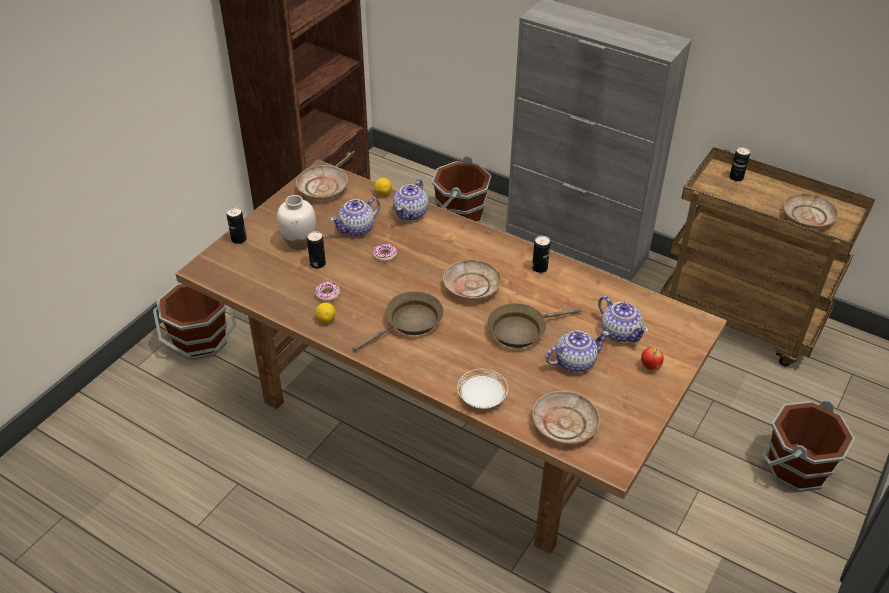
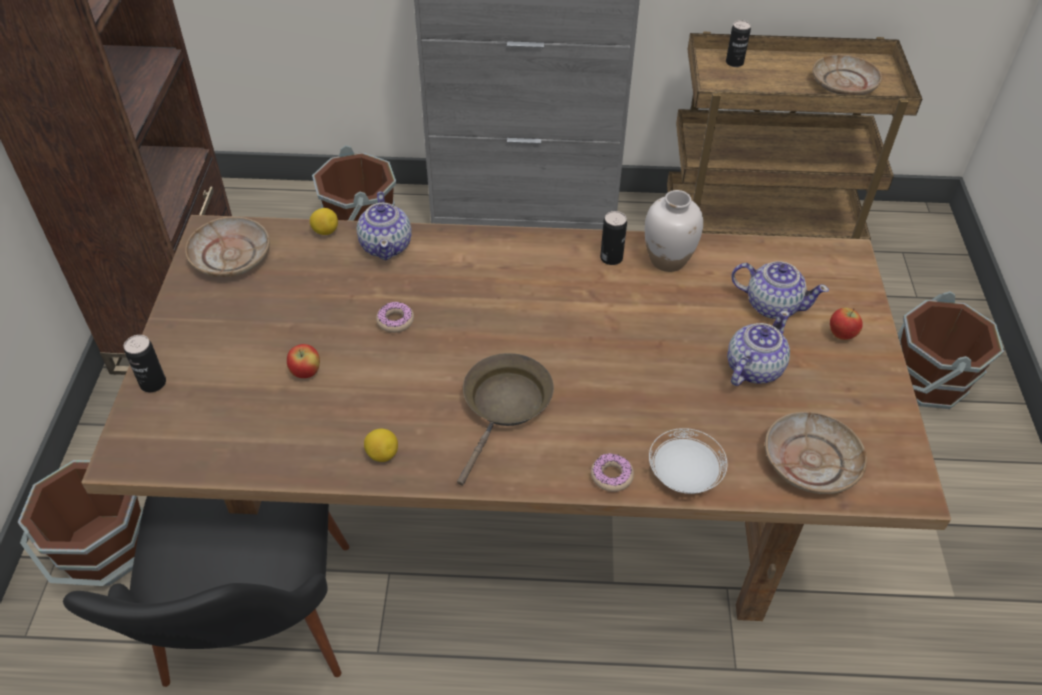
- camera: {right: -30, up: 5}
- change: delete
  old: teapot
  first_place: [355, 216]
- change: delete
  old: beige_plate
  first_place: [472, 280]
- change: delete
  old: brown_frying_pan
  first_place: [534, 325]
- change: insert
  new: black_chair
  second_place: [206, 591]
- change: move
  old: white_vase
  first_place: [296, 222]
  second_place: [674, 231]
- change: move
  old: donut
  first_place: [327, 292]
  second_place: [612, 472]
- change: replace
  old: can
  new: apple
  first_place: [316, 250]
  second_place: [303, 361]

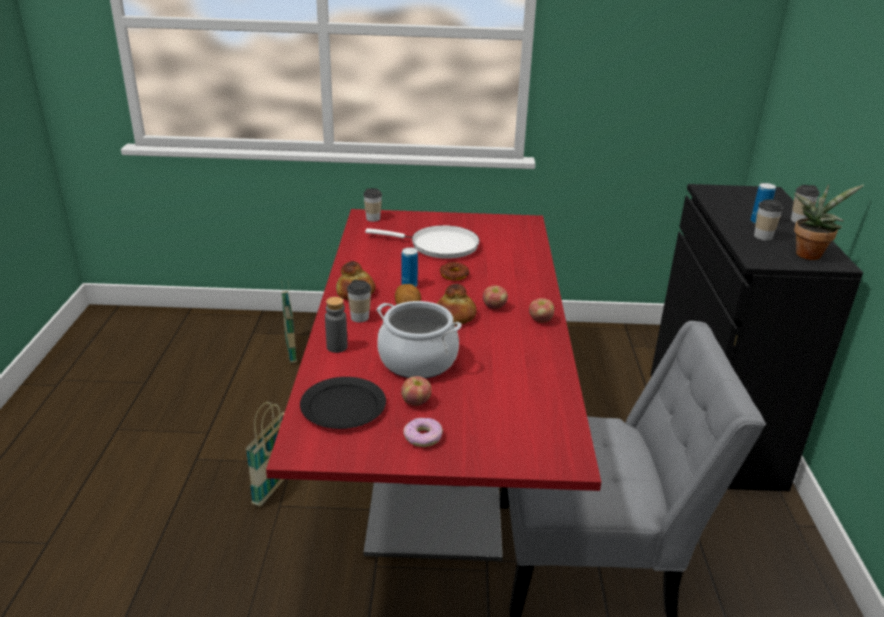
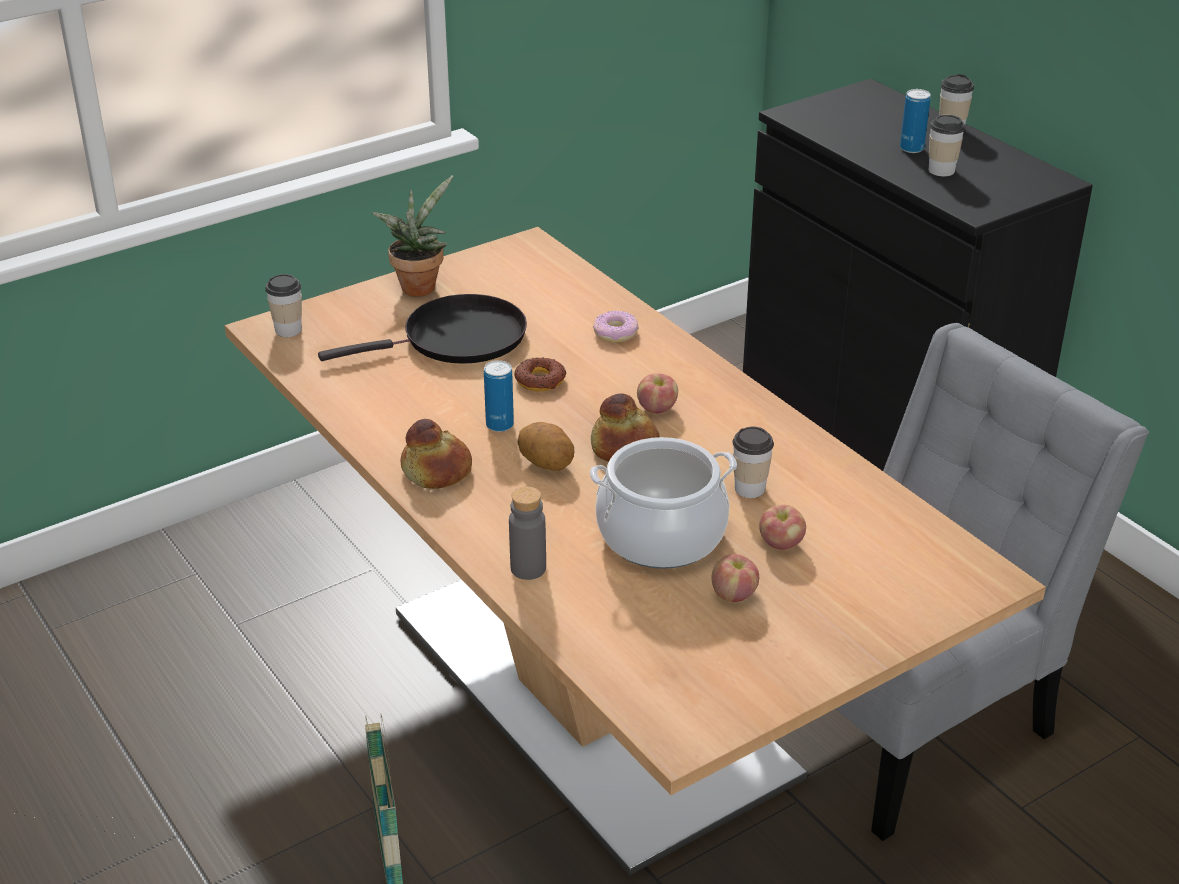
- camera: {right: -35, up: 5}
- change: delete
  old: basket
  first_place: [289, 322]
- change: delete
  old: black_plate
  first_place: [343, 403]
- change: move
  old: cup
  first_place: [359, 301]
  second_place: [753, 462]
- change: move
  old: donut
  first_place: [423, 432]
  second_place: [616, 327]
- change: move
  old: apple
  first_place: [541, 310]
  second_place: [782, 527]
- change: move
  old: potted_plant
  first_place: [829, 222]
  second_place: [413, 236]
- change: recolor
  old: red_dining_table
  new: beige_dining_table
  first_place: [433, 385]
  second_place: [635, 551]
- change: recolor
  old: white_frying_pan
  new: black_frying_pan
  first_place: [422, 242]
  second_place: [422, 329]

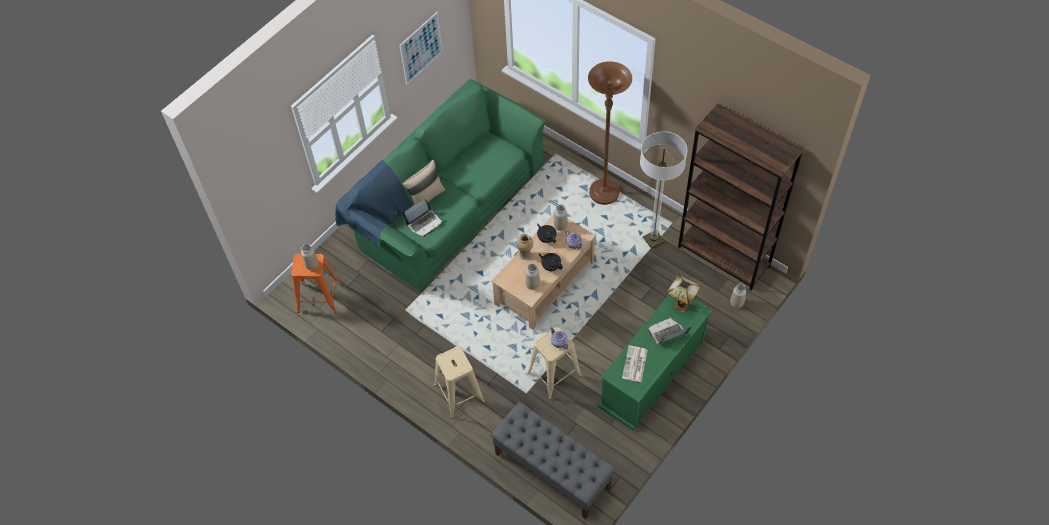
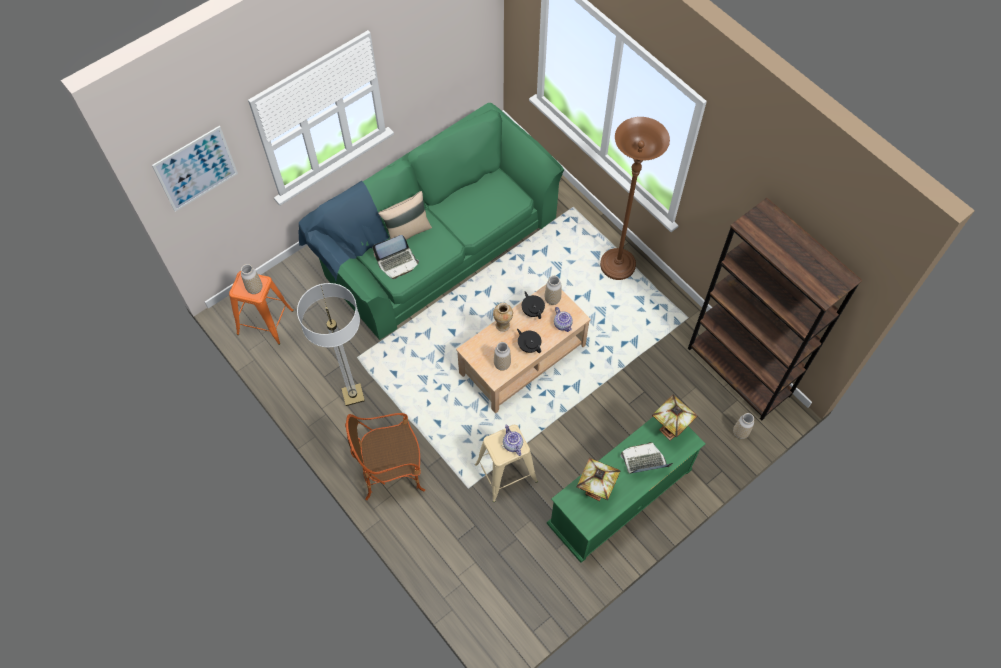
- camera: {right: 10, up: 5}
- change: delete
  old: grey_bench
  first_place: [553, 461]
- change: move
  old: picture
  first_place: [421, 48]
  second_place: [195, 169]
- change: move
  old: floor_lamp
  first_place: [663, 190]
  second_place: [331, 344]
- change: replace
  old: beige_stool
  new: armchair
  first_place: [459, 382]
  second_place: [385, 456]
- change: replace
  old: newspaper
  new: table_lamp
  first_place: [635, 364]
  second_place: [598, 479]

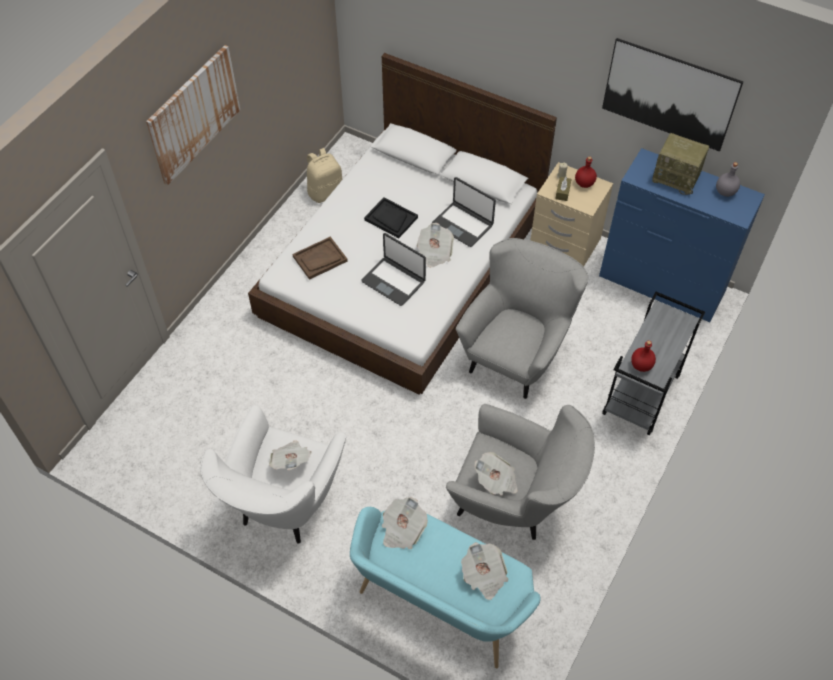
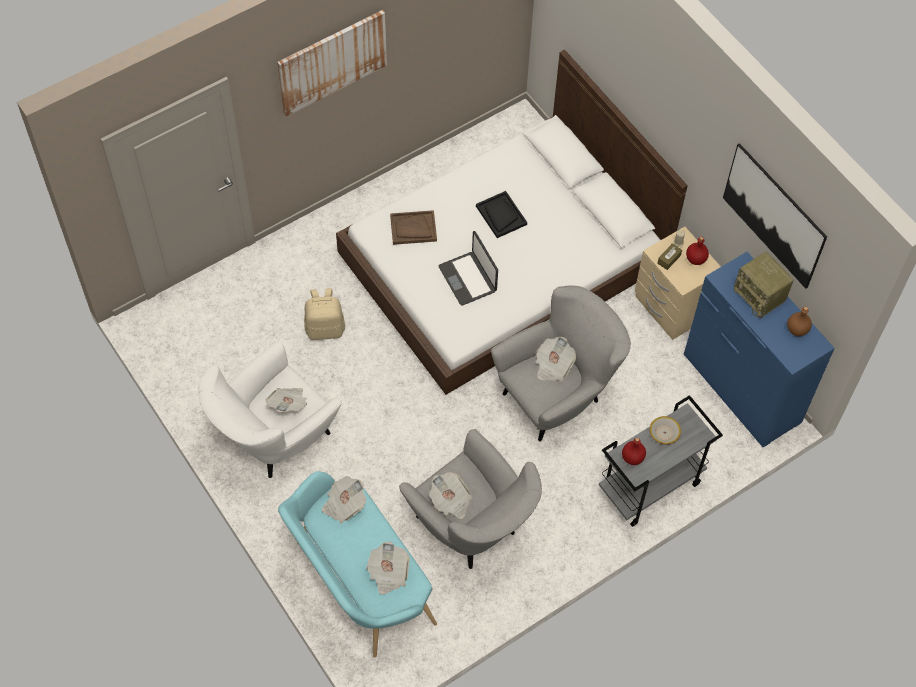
- camera: {right: 25, up: 5}
- change: delete
  old: laptop
  first_place: [464, 212]
- change: insert
  new: bowl
  second_place: [665, 430]
- change: move
  old: beige_backpack
  first_place: [324, 175]
  second_place: [324, 314]
- change: move
  old: newspaper
  first_place: [435, 245]
  second_place: [556, 359]
- change: recolor
  old: grey_bottle
  new: brown_bottle
  first_place: [728, 179]
  second_place: [799, 321]

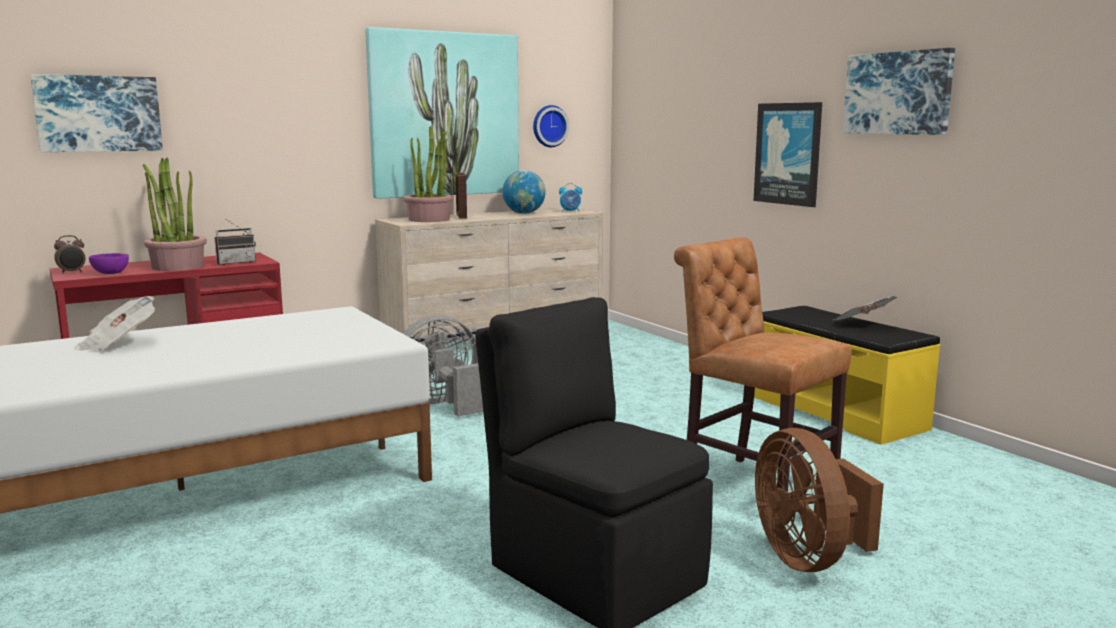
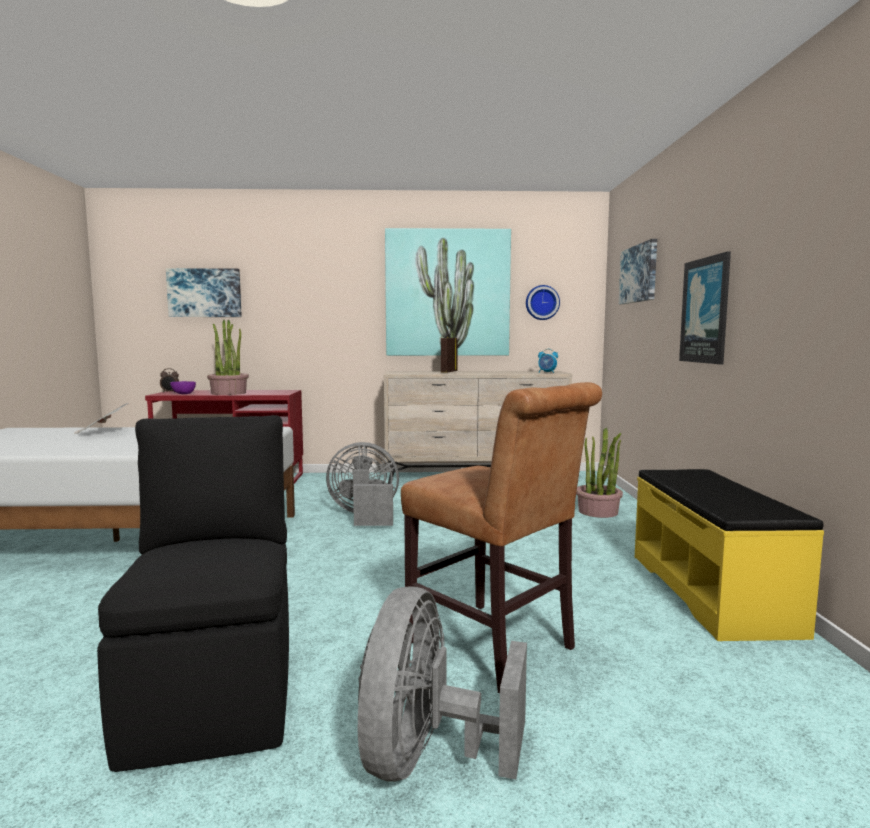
- camera: {right: 30, up: -5}
- change: delete
  old: radio
  first_place: [235, 242]
- change: delete
  old: globe
  first_place: [524, 192]
- change: delete
  old: newspaper
  first_place: [865, 308]
- change: move
  old: potted_plant
  first_place: [428, 174]
  second_place: [599, 473]
- change: move
  old: picture
  first_place: [899, 91]
  second_place: [638, 271]
- change: recolor
  old: brown_fan
  new: grey_fan
  first_place: [819, 500]
  second_place: [442, 684]
- change: rotate
  old: brown_chair
  first_place: [763, 364]
  second_place: [501, 538]
  degrees: 150

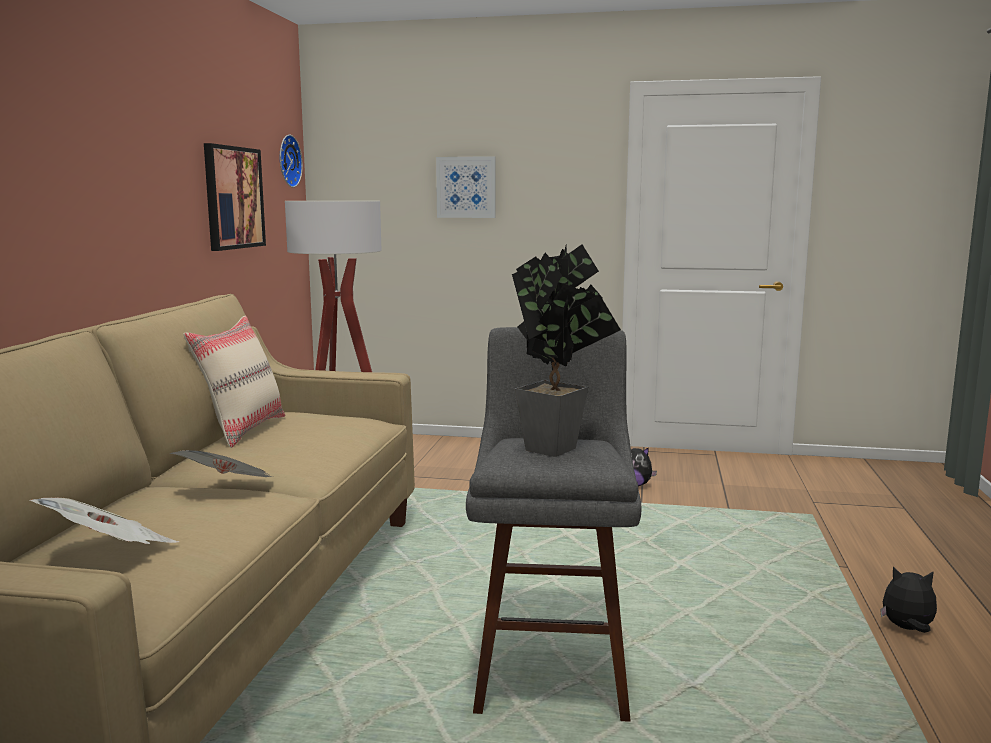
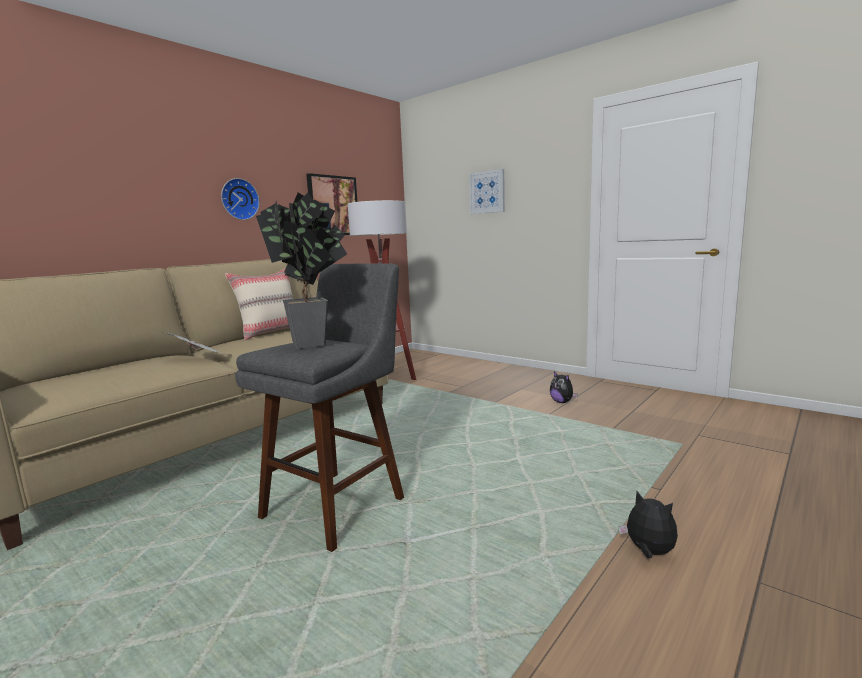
- camera: {right: 30, up: 0}
- change: delete
  old: newspaper
  first_place: [104, 521]
- change: move
  old: wall_clock
  first_place: [291, 161]
  second_place: [240, 199]

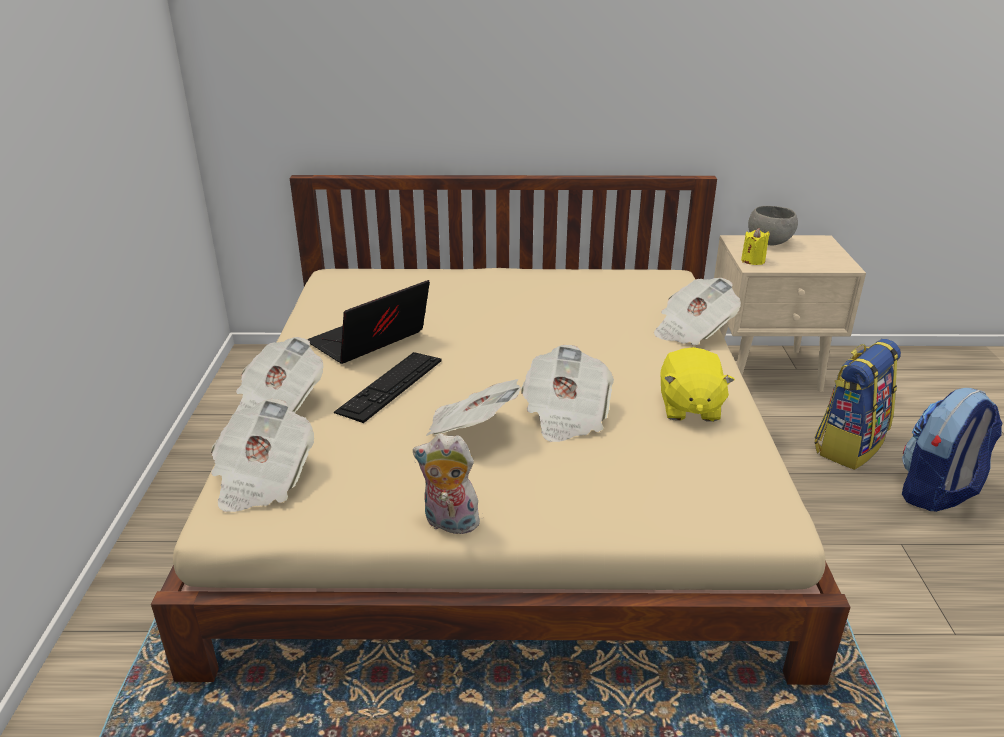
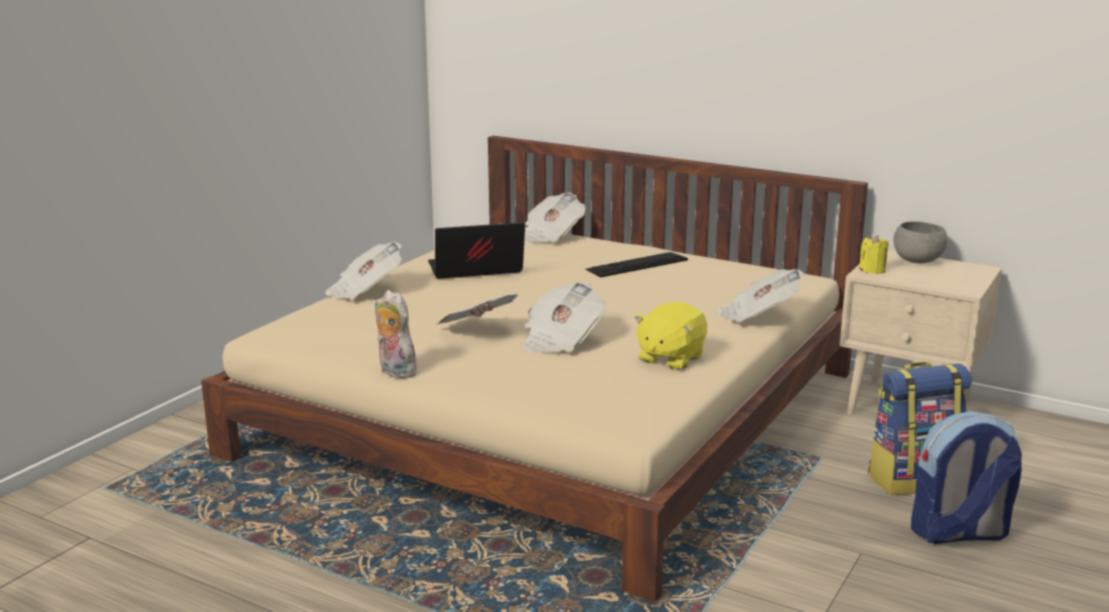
- camera: {right: 30, up: -10}
- change: move
  old: newspaper
  first_place: [262, 455]
  second_place: [555, 218]
- change: move
  old: keyboard
  first_place: [388, 387]
  second_place: [636, 264]

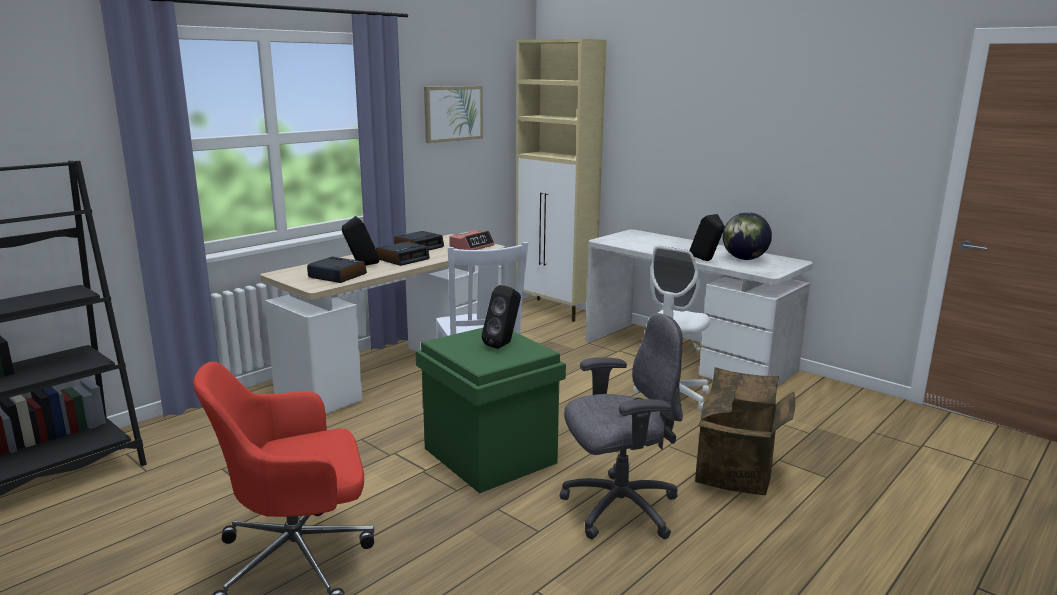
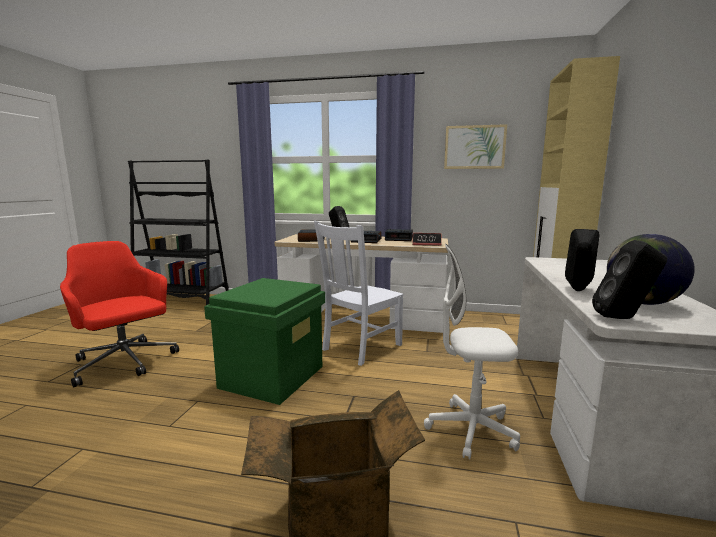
- camera: {right: 60, up: -5}
- change: delete
  old: grey_office_chair
  first_place: [621, 426]
- change: move
  old: black_speaker
  first_place: [501, 317]
  second_place: [629, 279]

